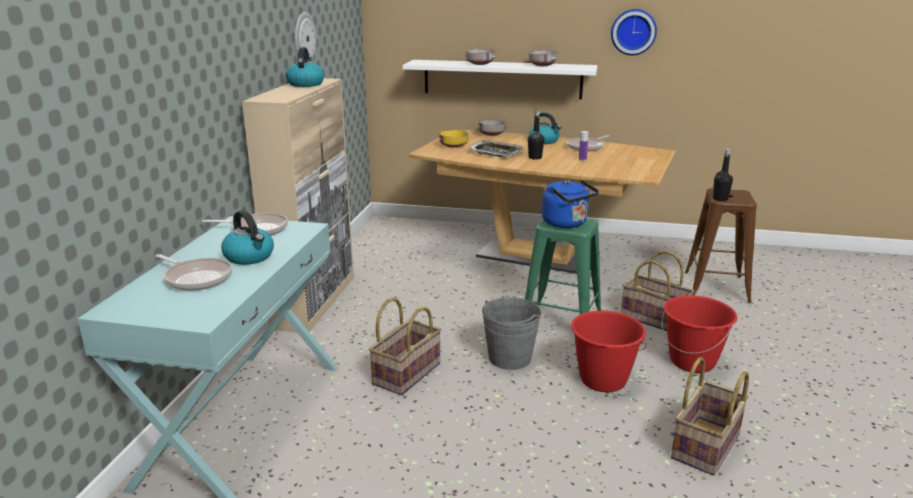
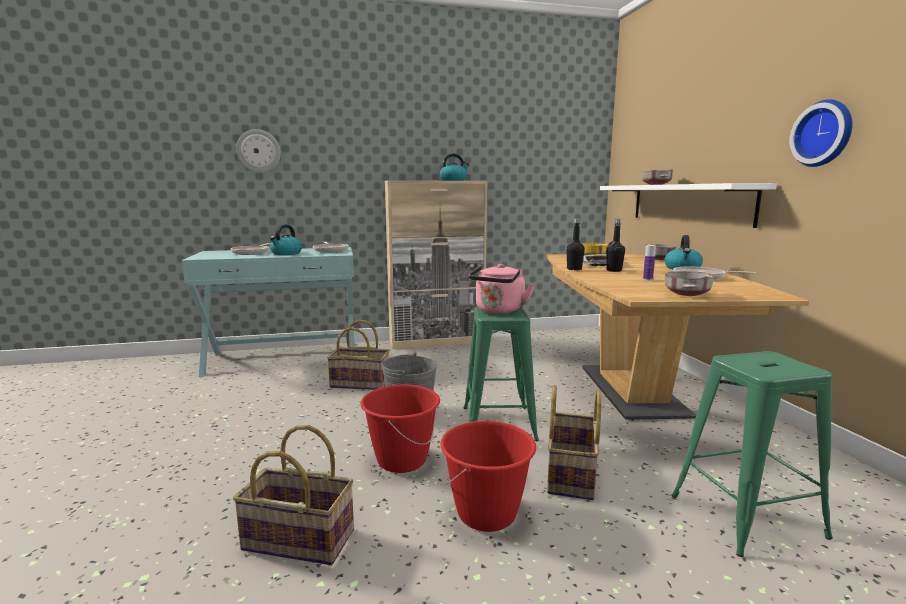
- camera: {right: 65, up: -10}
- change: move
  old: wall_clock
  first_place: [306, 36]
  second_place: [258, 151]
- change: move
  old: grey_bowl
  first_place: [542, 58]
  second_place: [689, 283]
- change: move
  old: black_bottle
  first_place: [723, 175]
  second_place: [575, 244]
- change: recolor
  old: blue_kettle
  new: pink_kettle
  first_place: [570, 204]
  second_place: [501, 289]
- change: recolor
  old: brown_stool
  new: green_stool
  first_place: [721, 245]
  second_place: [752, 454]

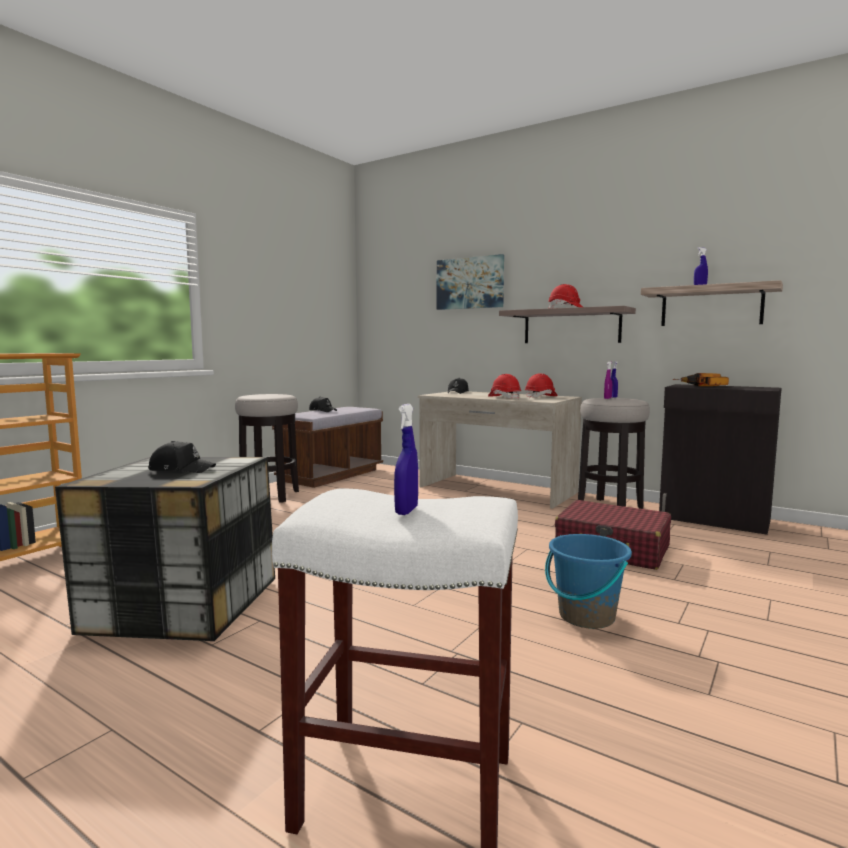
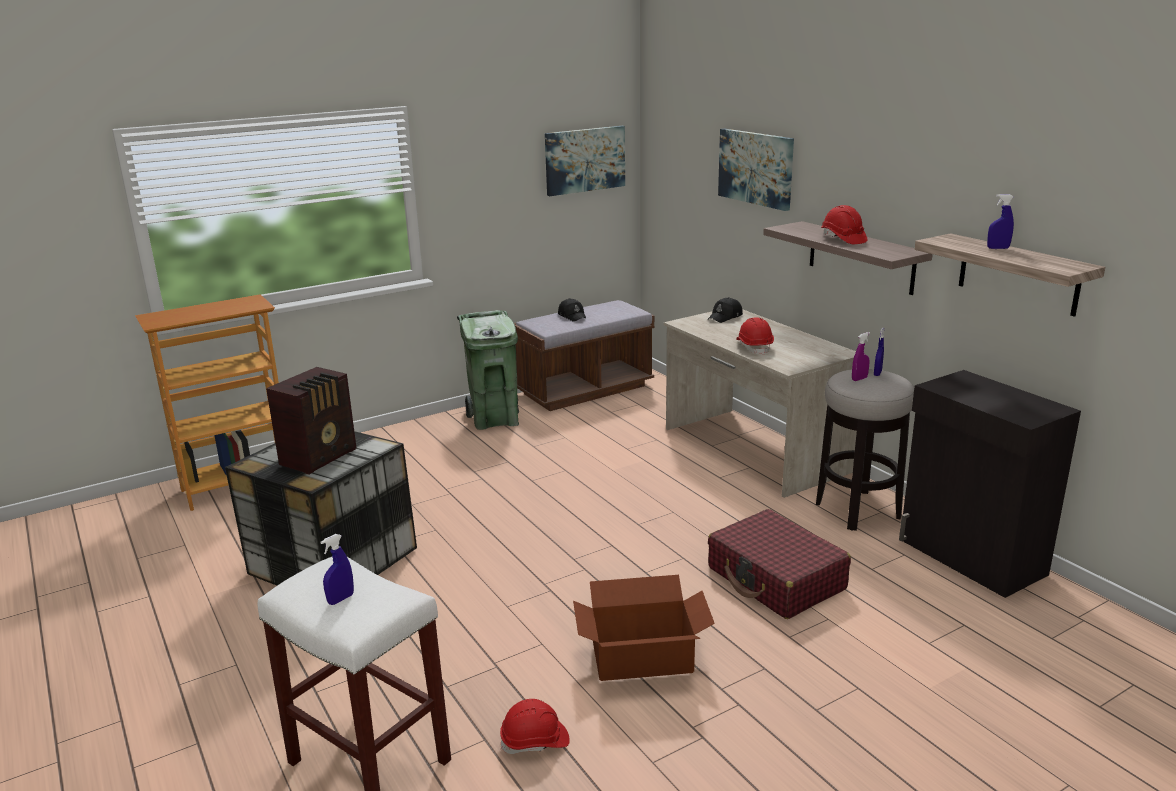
- camera: {right: 25, up: 15}
- change: delete
  old: power_drill
  first_place: [700, 379]
- change: insert
  new: picture
  second_place: [585, 161]
- change: move
  old: red_hard_hat
  first_place: [541, 385]
  second_place: [535, 726]
- change: replace
  old: black_cap
  new: radio
  first_place: [182, 457]
  second_place: [311, 420]
- change: replace
  old: stool
  new: green_trash_can
  first_place: [267, 448]
  second_place: [488, 370]
- change: replace
  old: blue_bucket
  new: cardboard_box
  first_place: [588, 581]
  second_place: [644, 628]

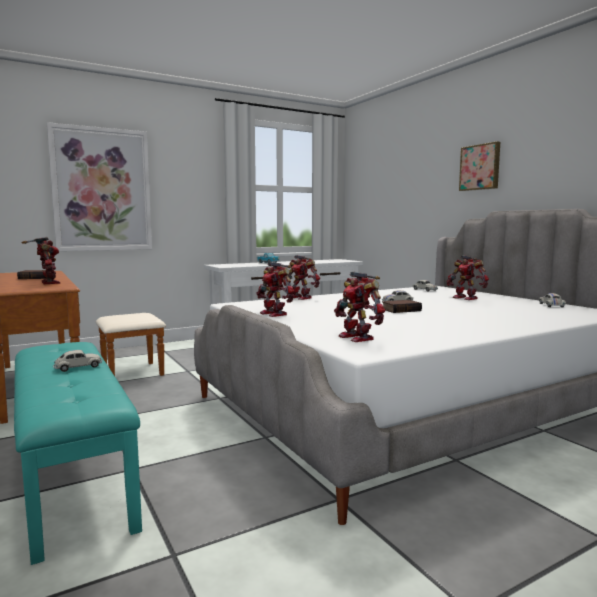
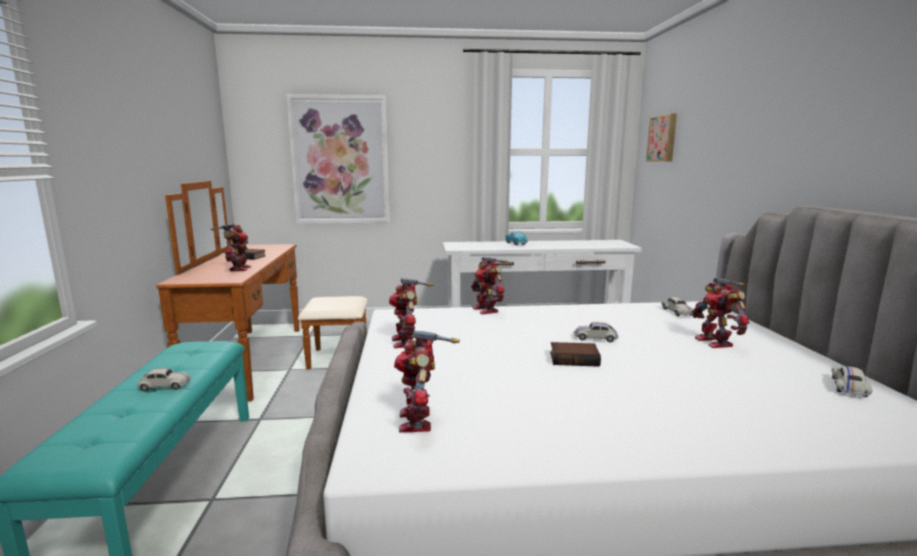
- camera: {right: 25, up: 5}
- change: move
  old: picture
  first_place: [479, 166]
  second_place: [661, 137]

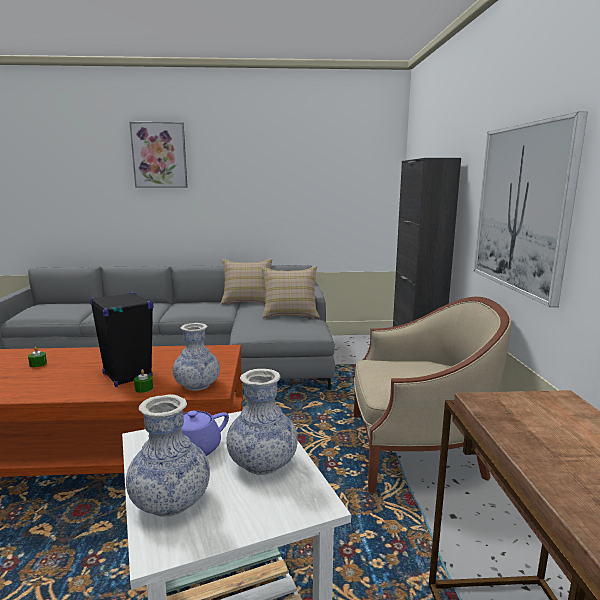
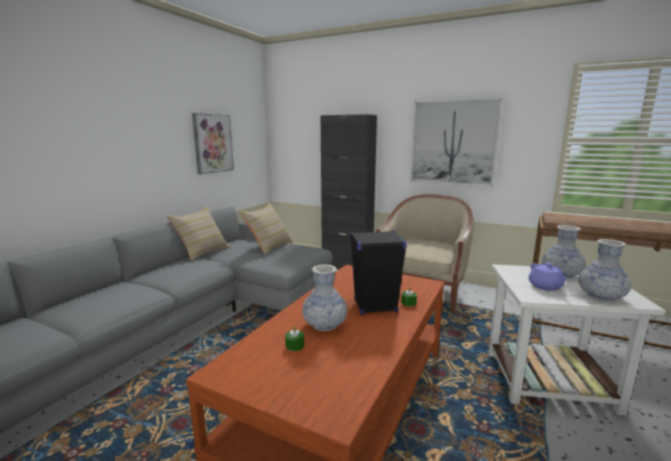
- camera: {right: -60, up: 0}
- change: move
  old: picture
  first_place: [158, 155]
  second_place: [213, 143]
- change: move
  old: vase
  first_place: [196, 357]
  second_place: [324, 297]

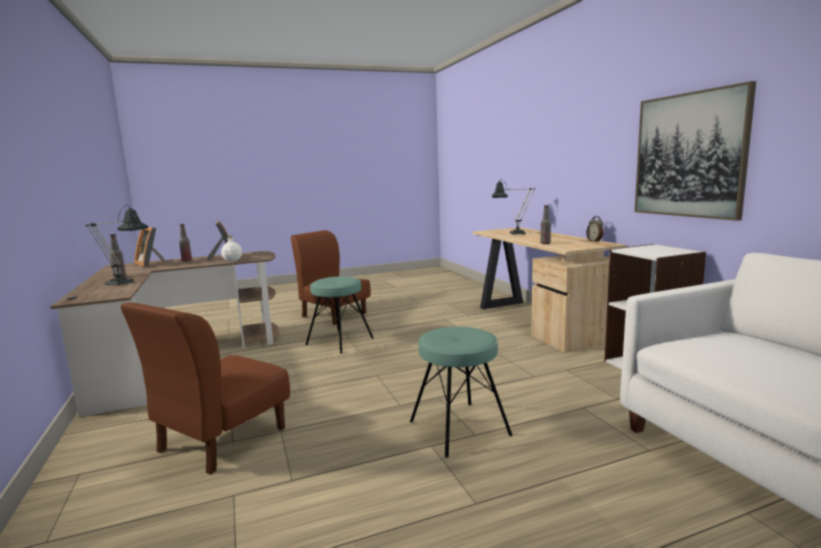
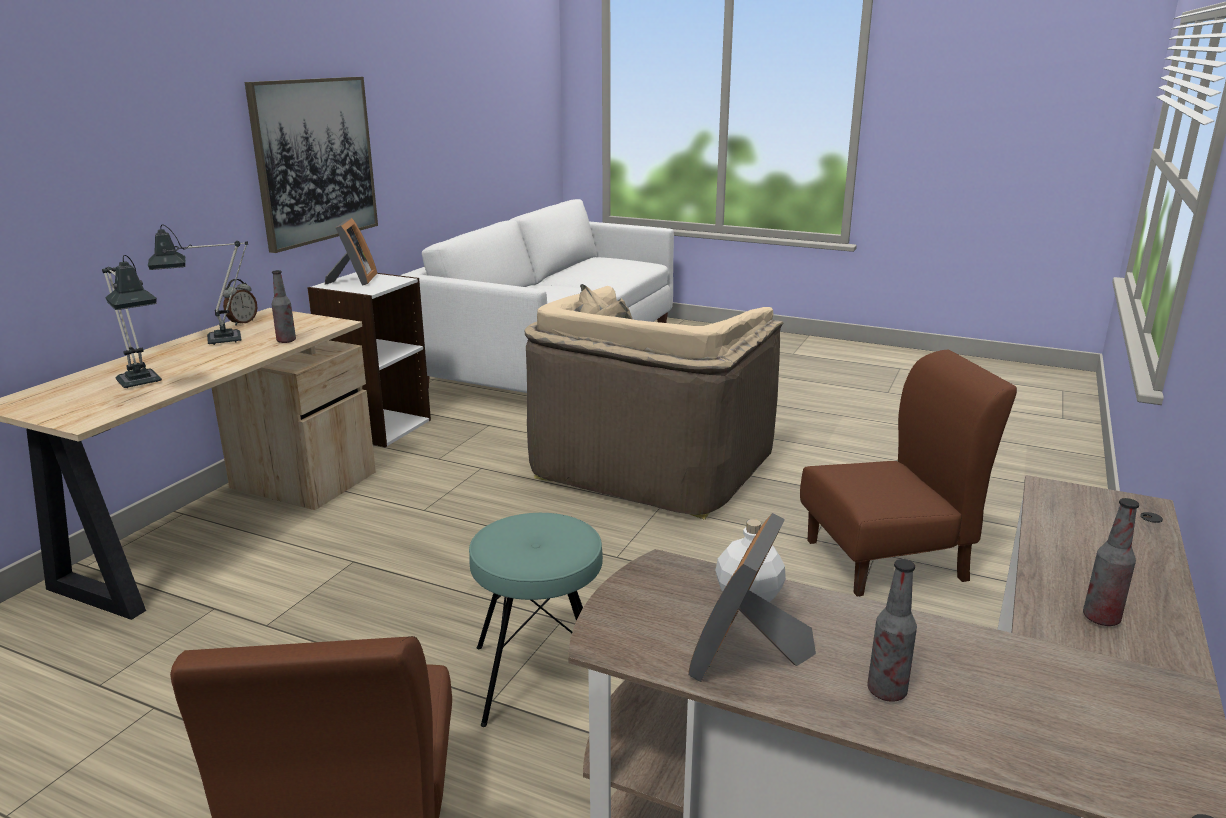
- camera: {right: -135, up: 10}
- change: move
  old: table_lamp
  first_place: [117, 245]
  second_place: [198, 285]
- change: move
  old: picture_frame
  first_place: [149, 247]
  second_place: [351, 252]
- change: replace
  old: turquoise_stool
  new: beige_armchair
  first_place: [461, 392]
  second_place: [653, 402]

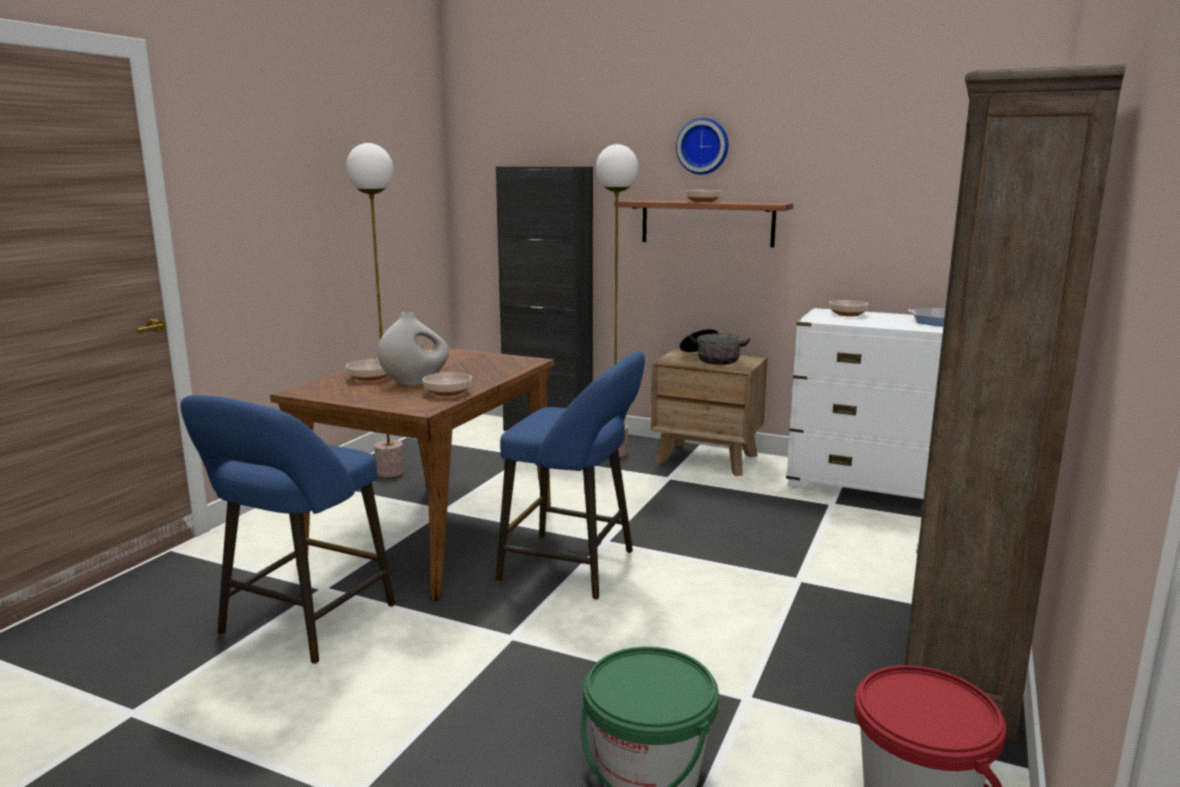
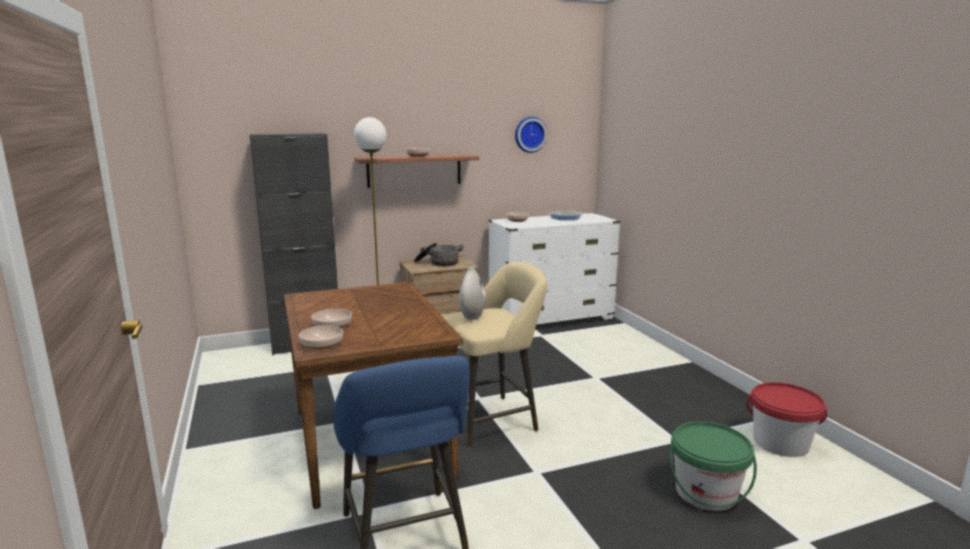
- camera: {right: -45, up: 0}
- change: delete
  old: floor_lamp
  first_place: [375, 310]
- change: delete
  old: brown_bookcase
  first_place: [1015, 403]
- change: move
  old: white_vase
  first_place: [413, 348]
  second_place: [472, 293]
- change: move
  old: bowl
  first_place: [447, 384]
  second_place: [321, 337]
- change: move
  old: wall_clock
  first_place: [702, 146]
  second_place: [531, 135]
- change: recolor
  old: blue_stool
  new: beige_stool
  first_place: [570, 475]
  second_place: [495, 355]

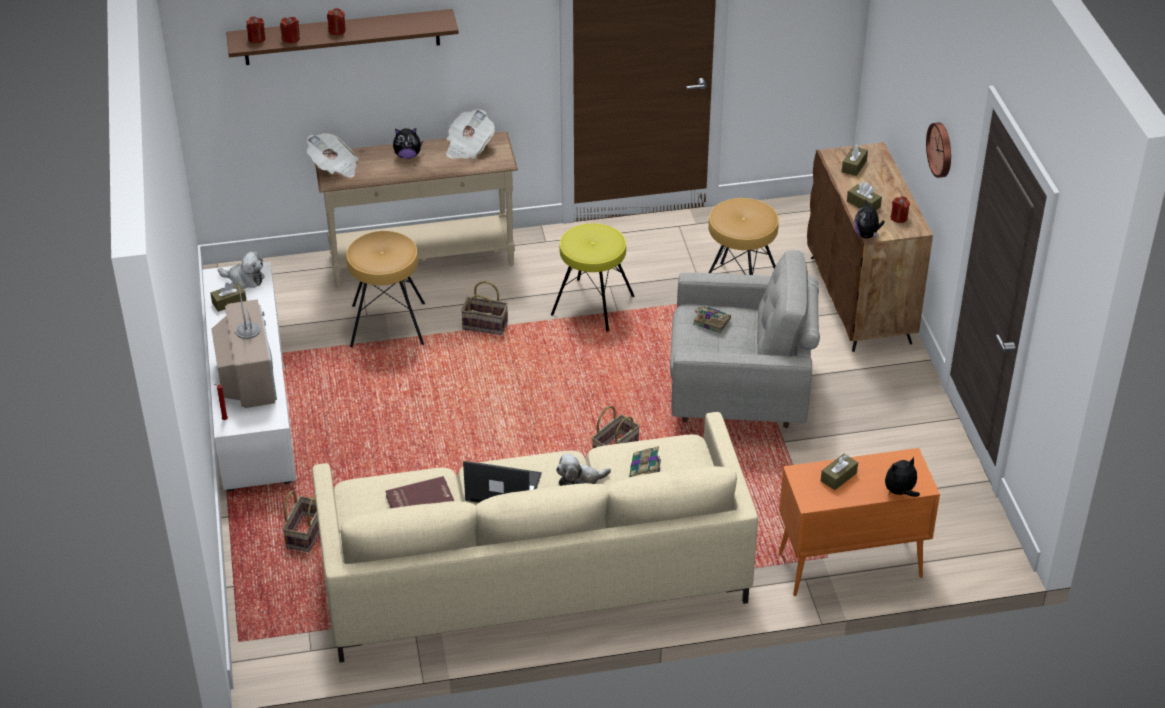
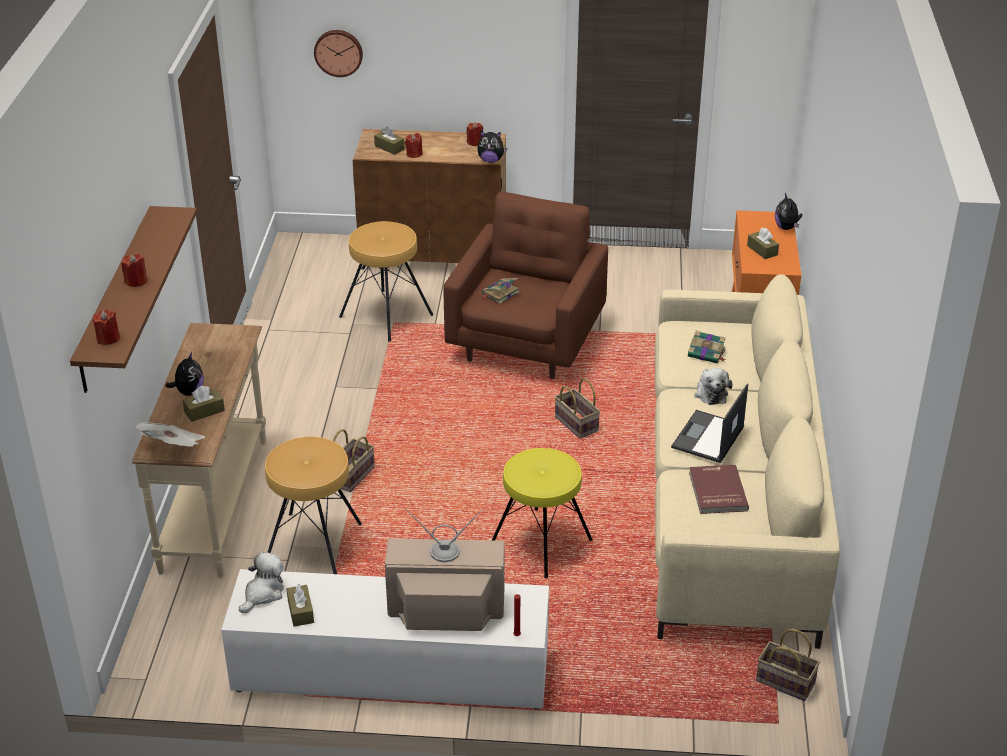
- camera: {right: -75, up: -5}
- change: delete
  old: newspaper
  first_place: [470, 134]
- change: move
  old: red_candle
  first_place: [290, 30]
  second_place: [414, 145]
- change: move
  old: basket
  first_place: [301, 521]
  second_place: [788, 665]
- change: move
  old: yellow_stool
  first_place: [592, 277]
  second_place: [542, 513]
- change: move
  old: brown_tissue_box
  first_place: [864, 196]
  second_place: [204, 404]
- change: move
  old: wall_clock
  first_place: [938, 150]
  second_place: [338, 53]
- change: recolor
  old: grey_armchair
  new: brown_armchair
  first_place: [745, 339]
  second_place: [525, 285]

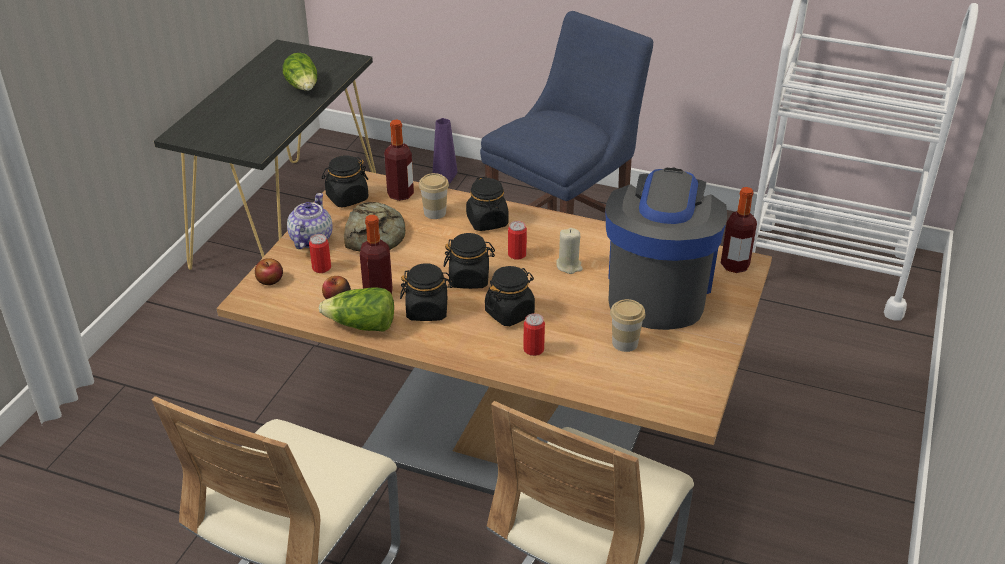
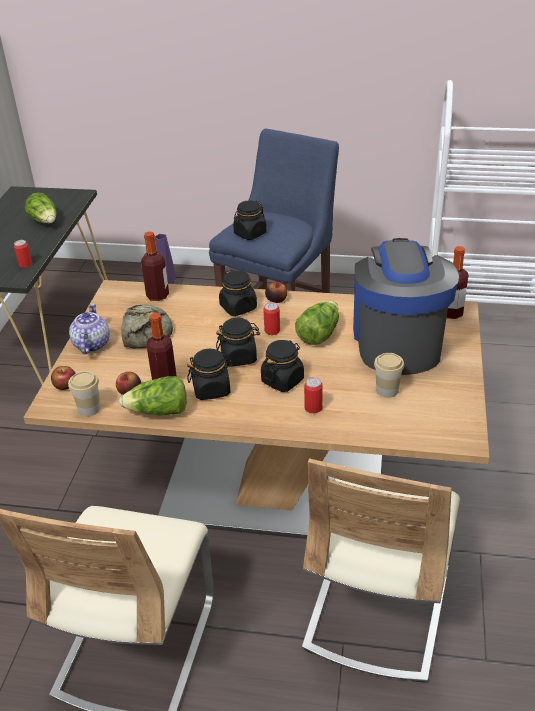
- camera: {right: -10, up: 0}
- change: insert
  new: apple
  second_place: [276, 292]
- change: move
  old: can
  first_place: [320, 253]
  second_place: [23, 254]
- change: move
  old: black_jar
  first_place: [345, 181]
  second_place: [250, 220]
- change: move
  old: cup
  first_place: [434, 196]
  second_place: [84, 393]
- change: replace
  old: beige_candle
  new: lettuce
  first_place: [569, 251]
  second_place: [317, 323]

